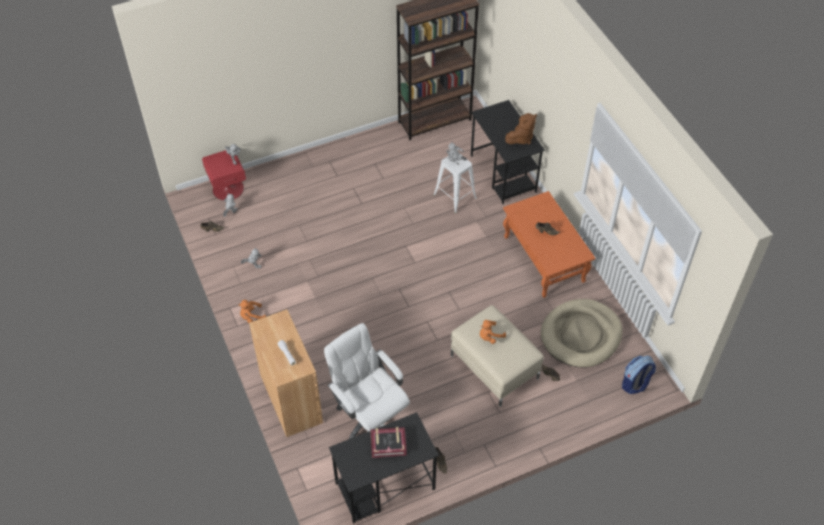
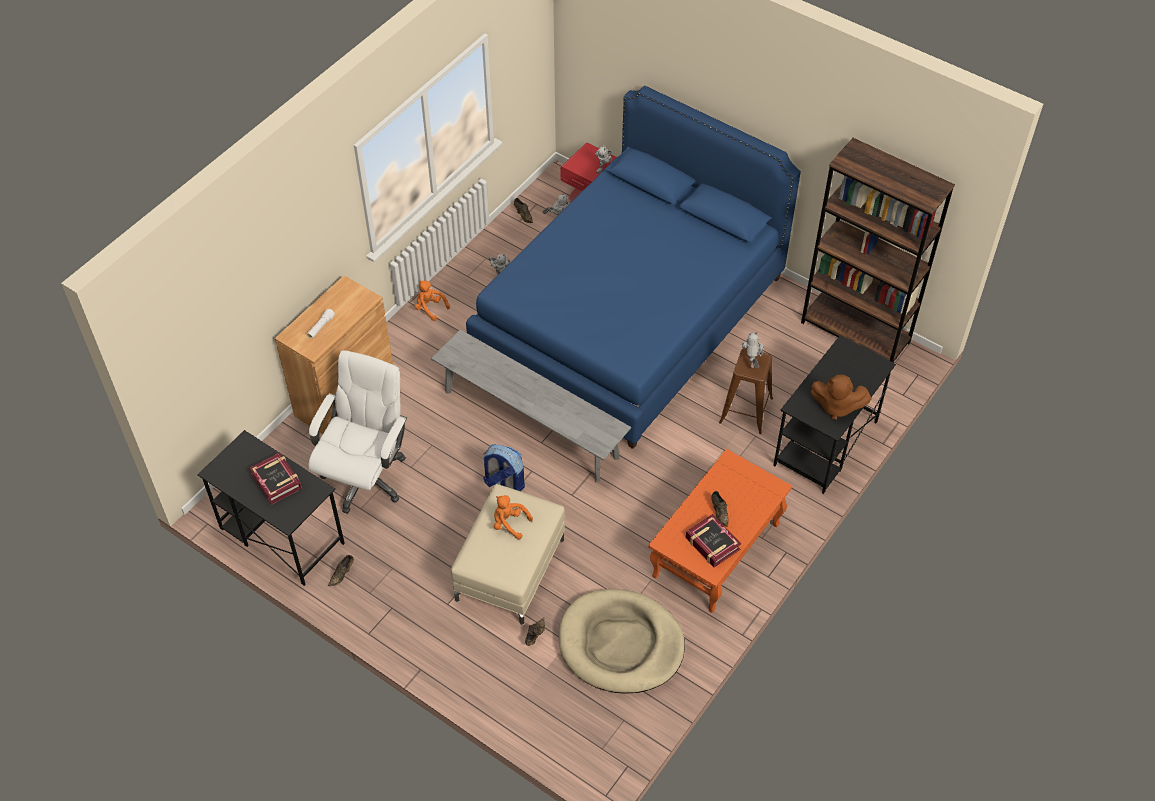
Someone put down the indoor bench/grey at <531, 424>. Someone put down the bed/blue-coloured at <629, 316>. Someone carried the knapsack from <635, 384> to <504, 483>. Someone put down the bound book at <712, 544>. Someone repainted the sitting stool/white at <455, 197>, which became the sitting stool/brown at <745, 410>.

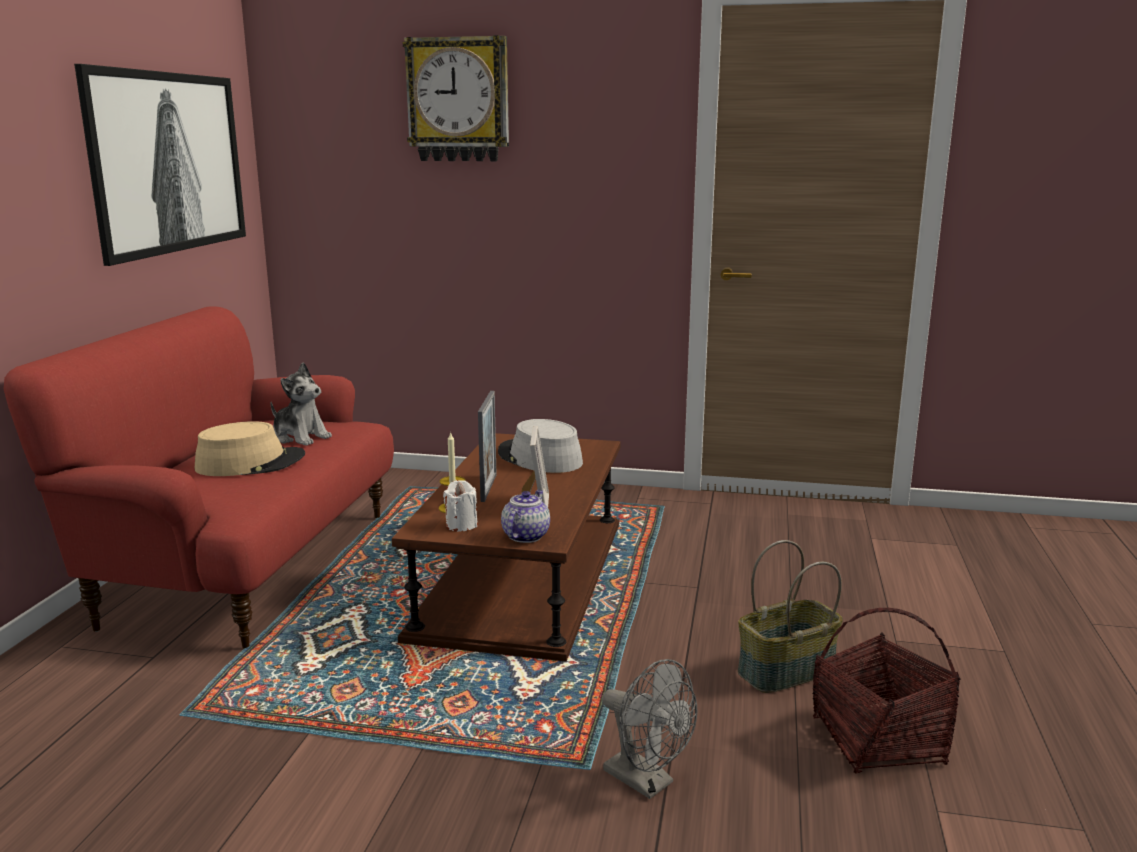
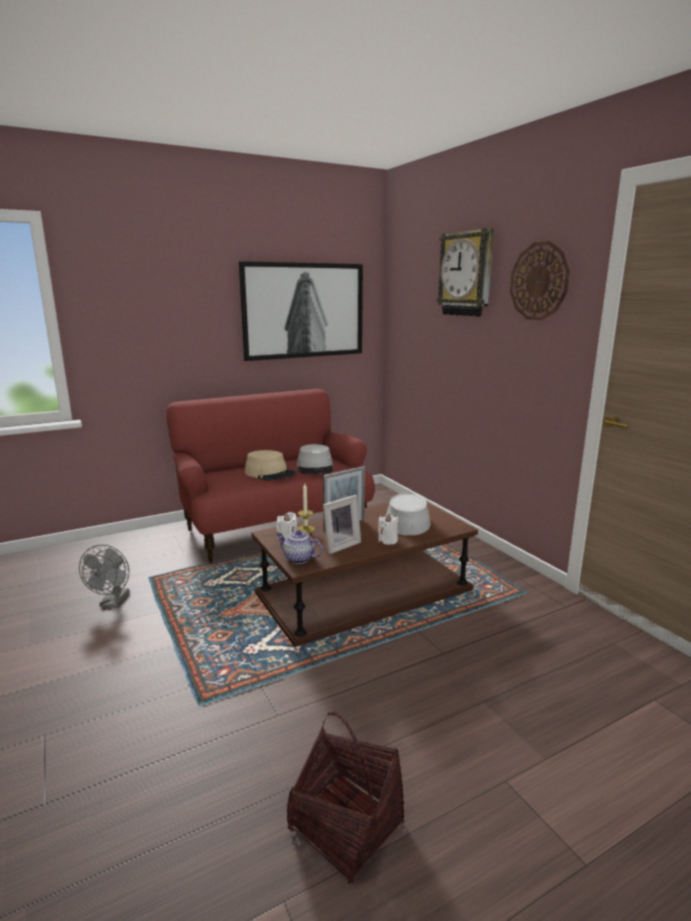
Someone carried the electric fan/grey from <647, 782> to <112, 602>. Someone rotated the tea pot at <525, 535> by 135 degrees counterclockwise. Someone swapped the cuddly toy at <300, 437> for the wearable hat/grey at <315, 468>. Someone put down the wax candle/white at <388, 540>. Someone put up the wall clock at <539, 281>. Someone took away the storage basket at <786, 672>.

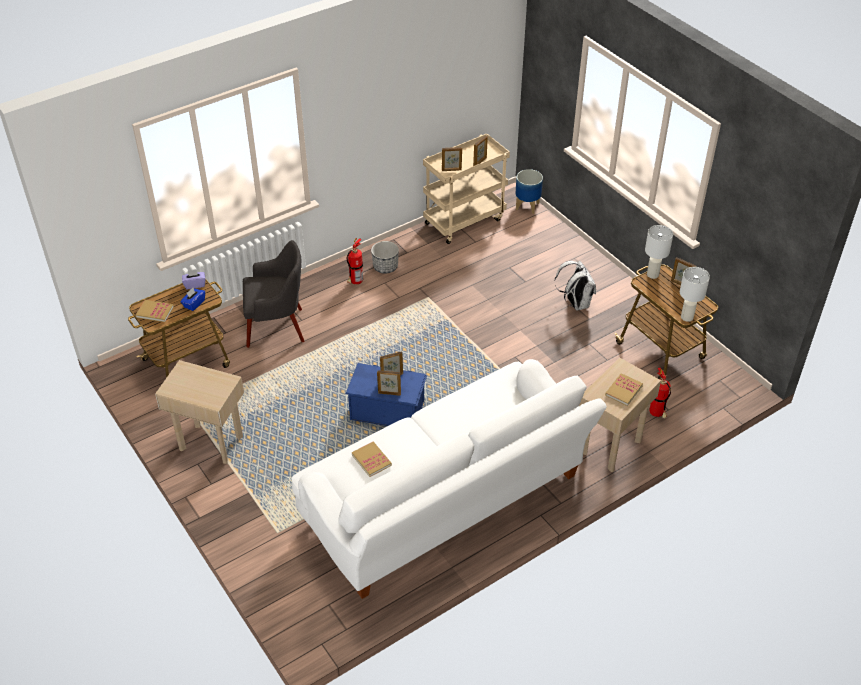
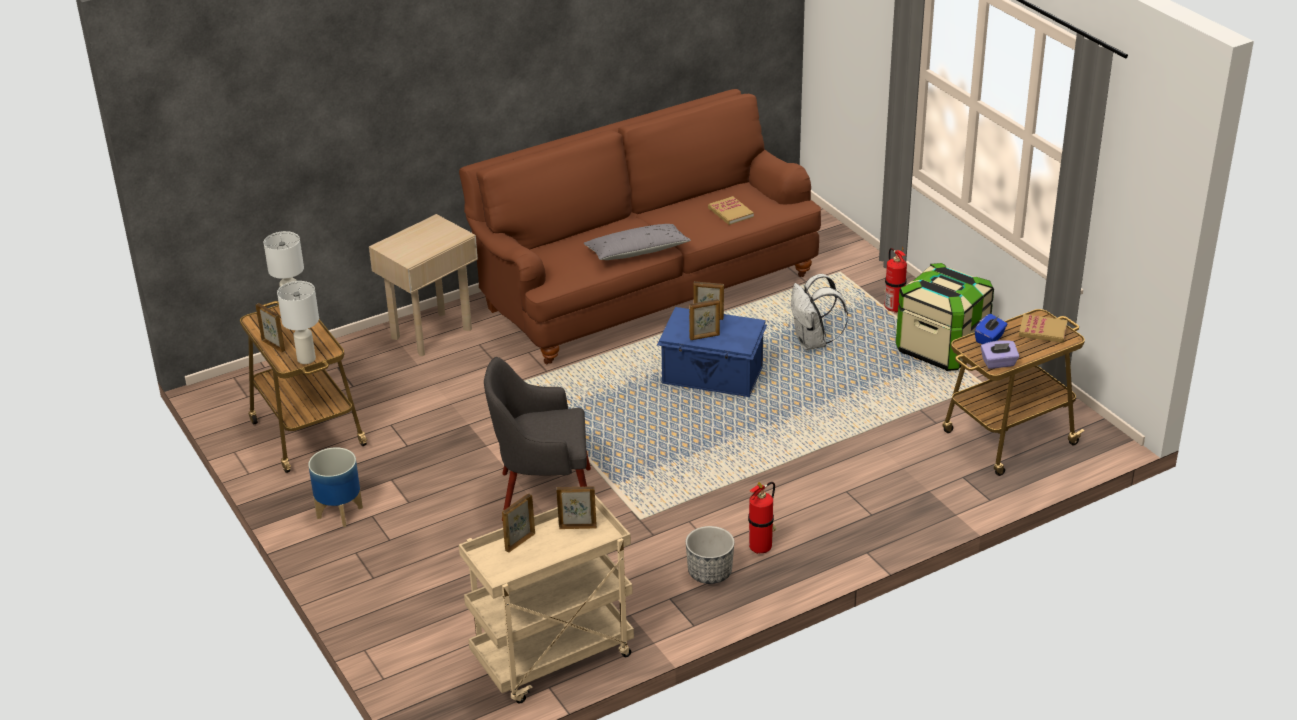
Someone carried the plant pot from <527, 206> to <339, 513>. Someone repainted the couch/white at <446, 503>, which became the couch/brown at <645, 289>. Someone carried the easy chair/grey from <276, 327> to <544, 494>. Someone put down the cushion/grey at <637, 252>. Someone carried the knapsack/white from <575, 303> to <813, 342>. Someone carried the extinguisher from <657, 414> to <892, 307>. Someone swapped the accent table/sand-coloured at <211, 443> for the storage container at <941, 348>. Someone took away the bound book at <623, 390>.

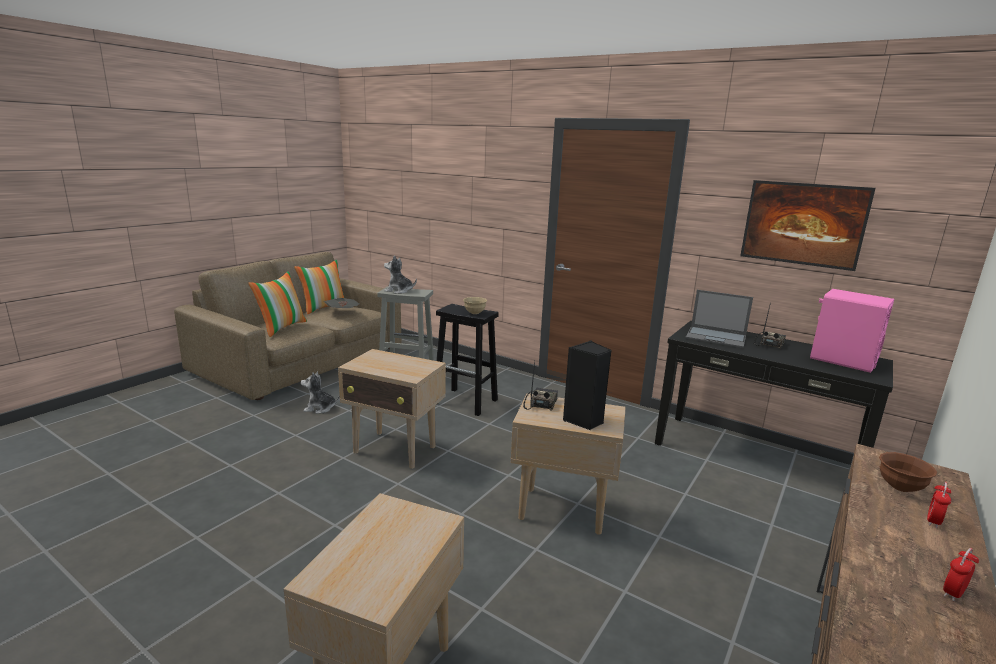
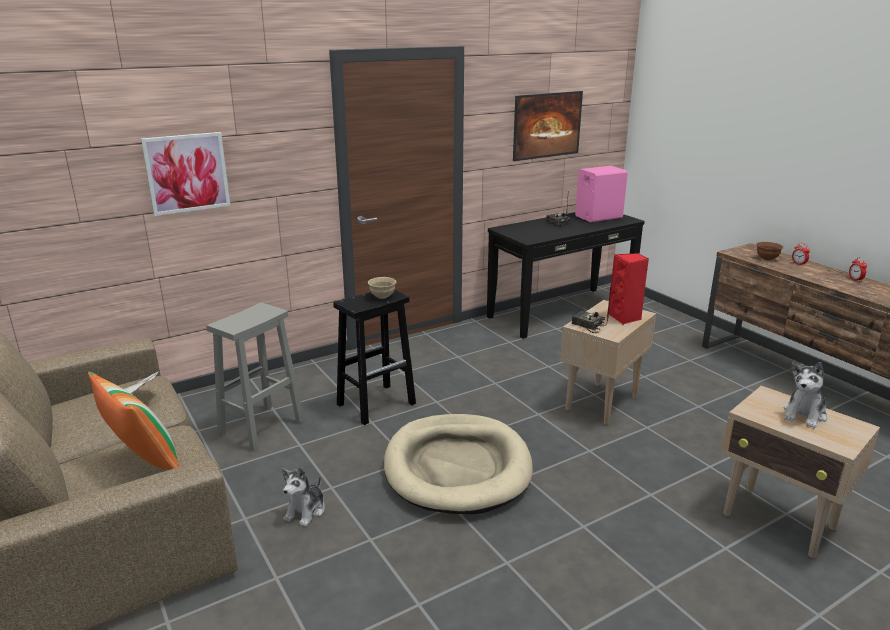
Someone put up the picture at <187, 173>. Someone swapped the accent table/sand-coloured at <395, 450> for the dog bed/sand-coloured at <457, 467>. Someone repainted the loudspeaker/black at <584, 421>, which became the loudspeaker/red at <625, 318>. Someone carried the cuddly toy from <399, 291> to <804, 415>. Someone took away the cushion at <324, 308>. Someone took away the notebook computer at <716, 337>.

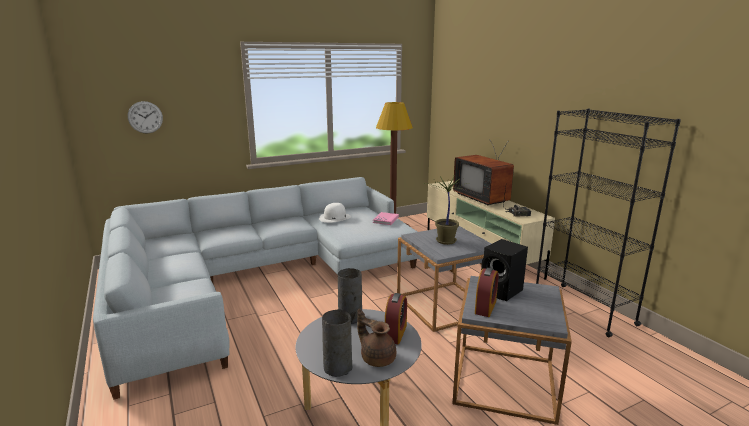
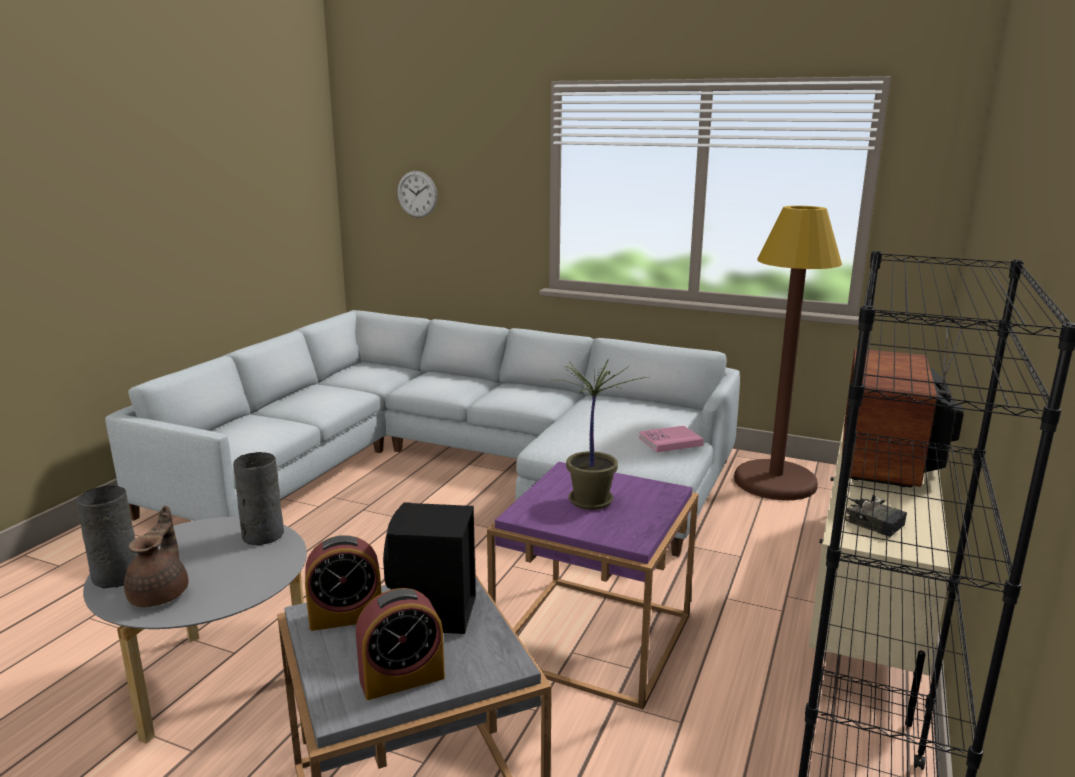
Someone carried the alarm clock from <395, 333> to <402, 678>. Someone repainted the accent table/grey at <445, 305>, which became the accent table/purple at <593, 637>. Someone took away the wearable hat/white at <334, 217>.

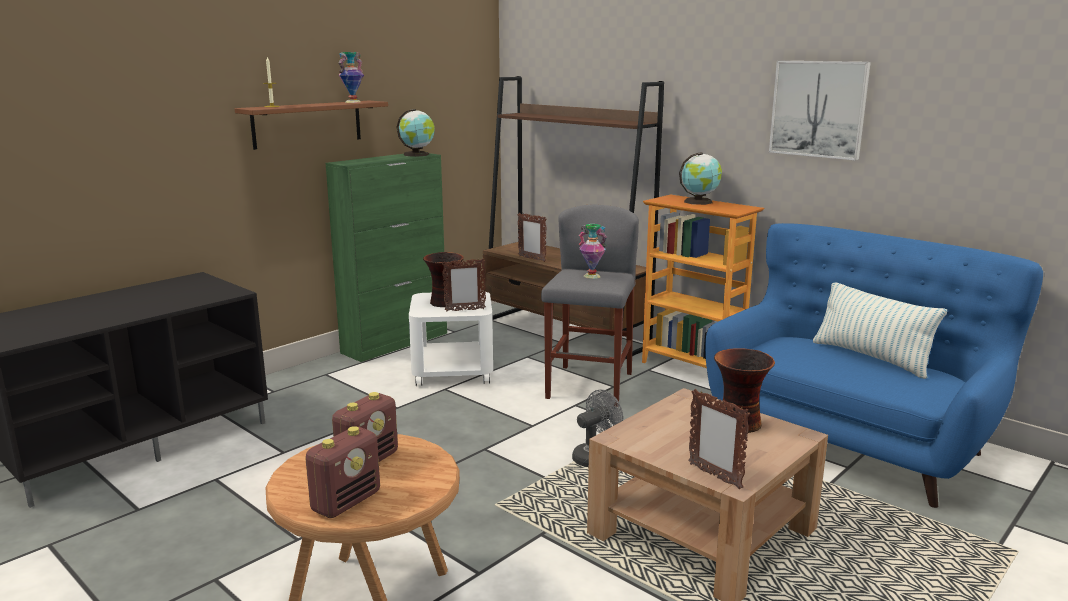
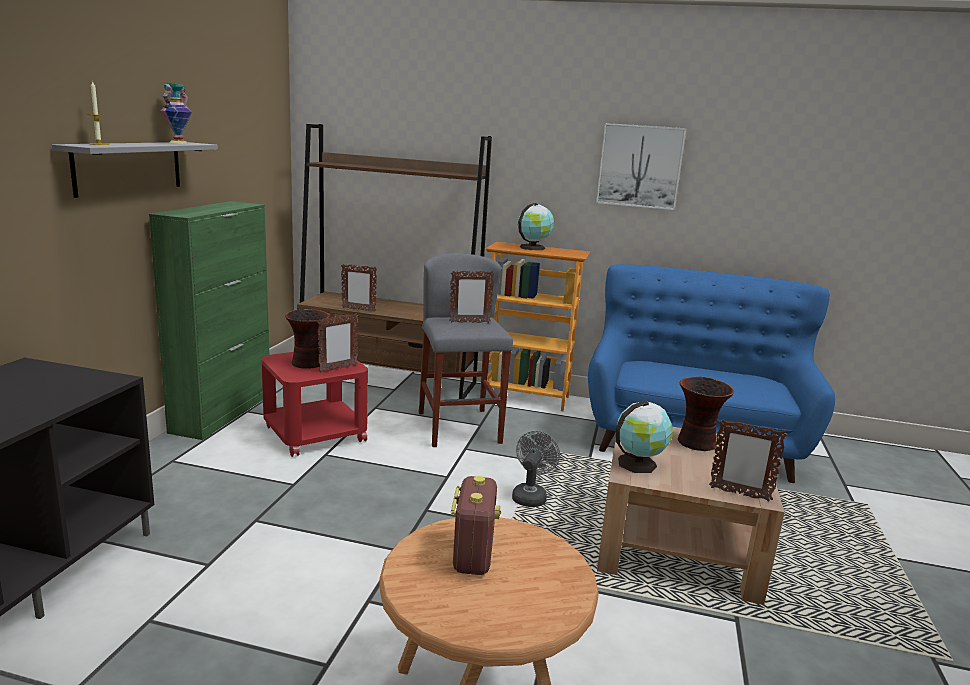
Someone repainted the bracket shelf/brown at <307, 124>, which became the bracket shelf/grey at <129, 167>. Someone repainted the accent table/white at <453, 370>, which became the accent table/red at <315, 433>. Someone swapped the decorative vase at <592, 276> for the photo frame at <469, 322>. Someone carried the desk globe from <417, 154> to <638, 463>. Someone took away the radio receiver at <346, 502>. Someone took away the cushion at <871, 358>.

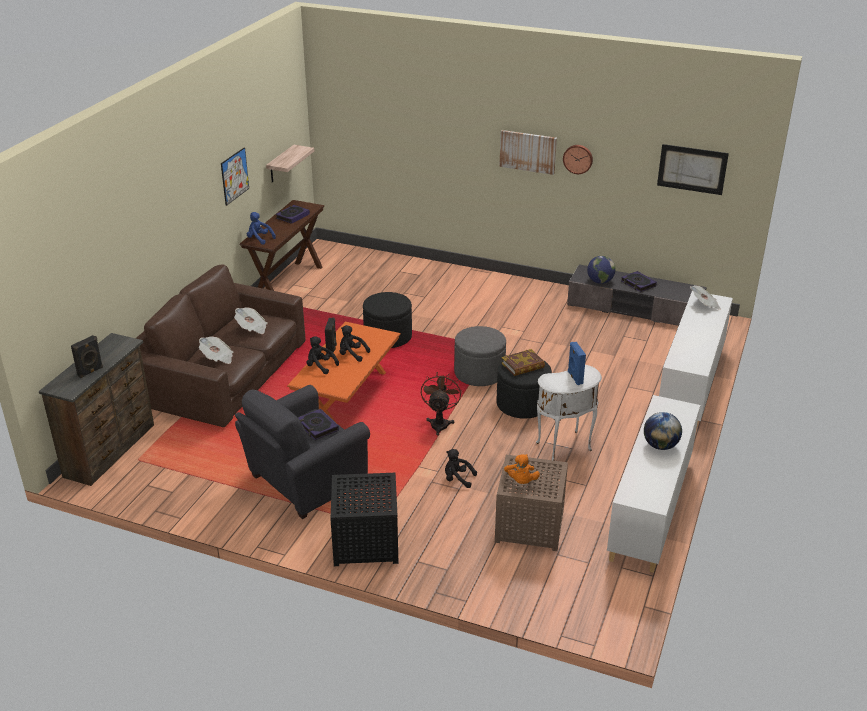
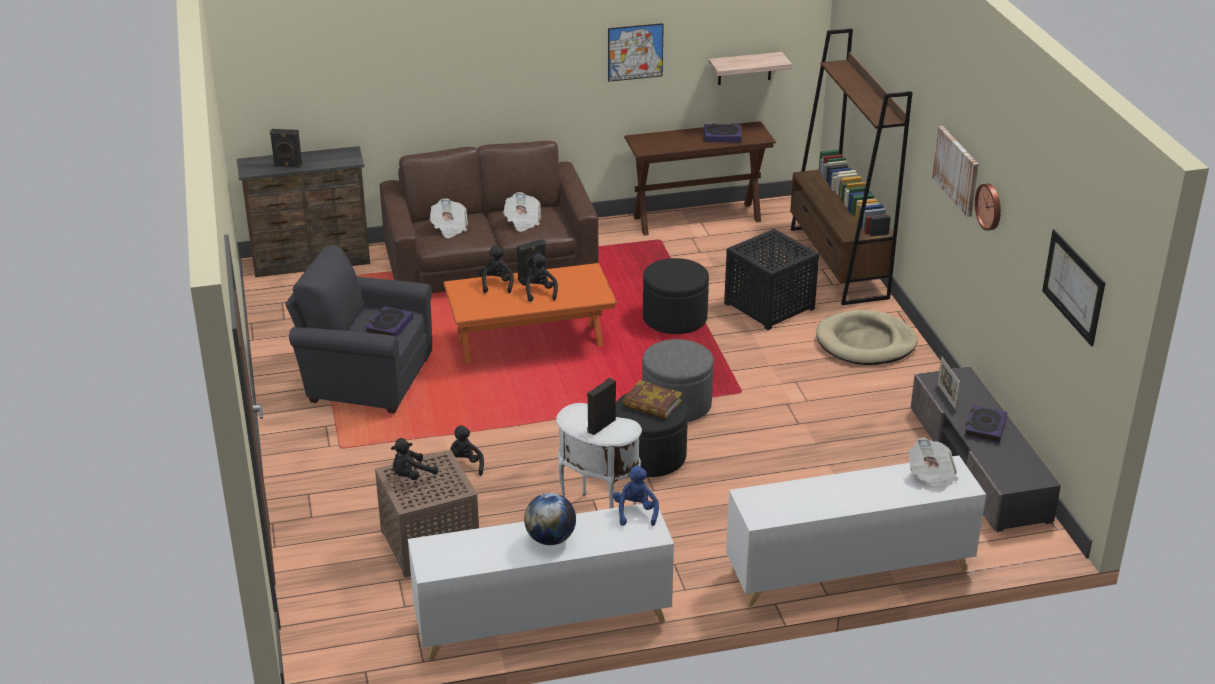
Someone repainted the cuddly toy/orange-coloured at <521, 481>, which became the cuddly toy/black at <411, 475>. Someone repainted the loudspeaker/blue-coloured at <574, 378>, which became the loudspeaker/black at <600, 425>. Someone carried the cuddly toy/blue-coloured from <259, 239> to <635, 512>. Someone carried the accent table/black from <364, 543> to <767, 306>. Someone put down the bookshelf/brown at <838, 263>. Someone put down the dog bed/sand-coloured at <865, 342>. Someone swapped the desk globe at <600, 282> for the photo frame at <946, 396>. Someone took away the electric fan/brown at <440, 423>.

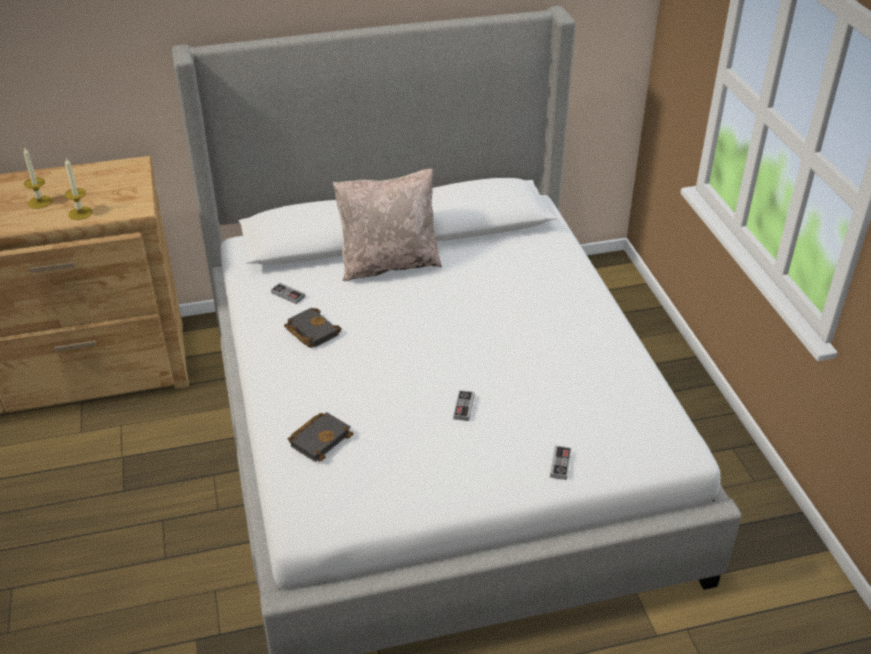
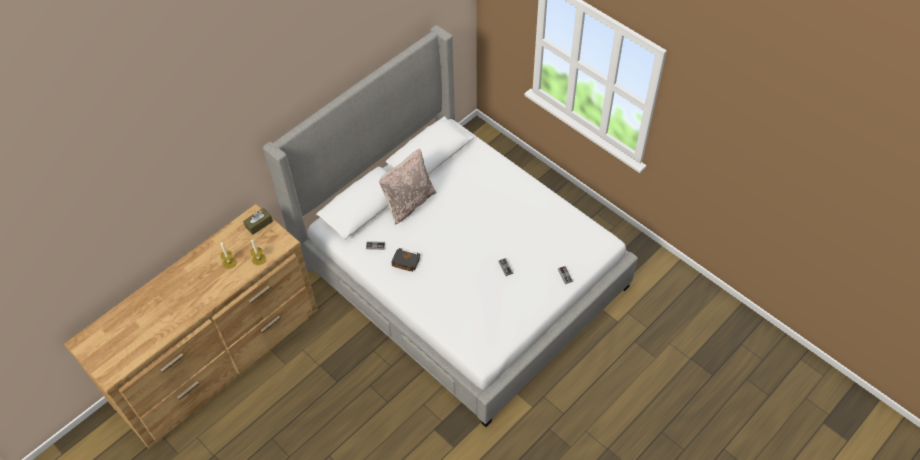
Someone put down the box of tissues/brown at <259, 224>. Someone took away the bound book/black at <320, 438>.

